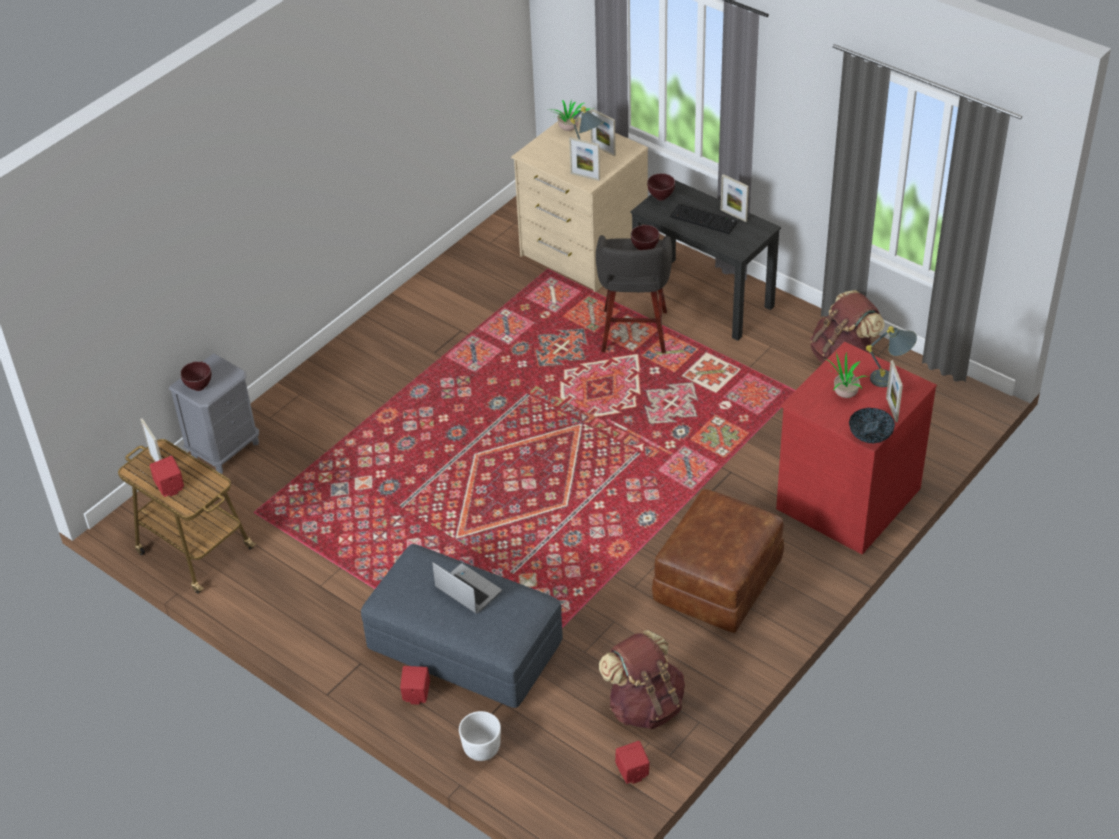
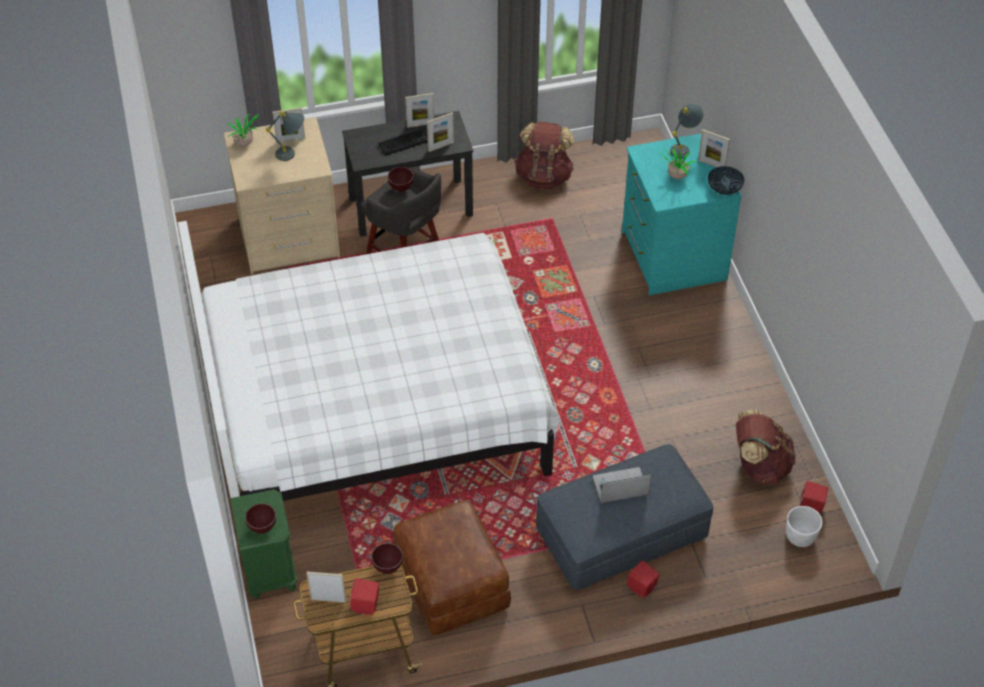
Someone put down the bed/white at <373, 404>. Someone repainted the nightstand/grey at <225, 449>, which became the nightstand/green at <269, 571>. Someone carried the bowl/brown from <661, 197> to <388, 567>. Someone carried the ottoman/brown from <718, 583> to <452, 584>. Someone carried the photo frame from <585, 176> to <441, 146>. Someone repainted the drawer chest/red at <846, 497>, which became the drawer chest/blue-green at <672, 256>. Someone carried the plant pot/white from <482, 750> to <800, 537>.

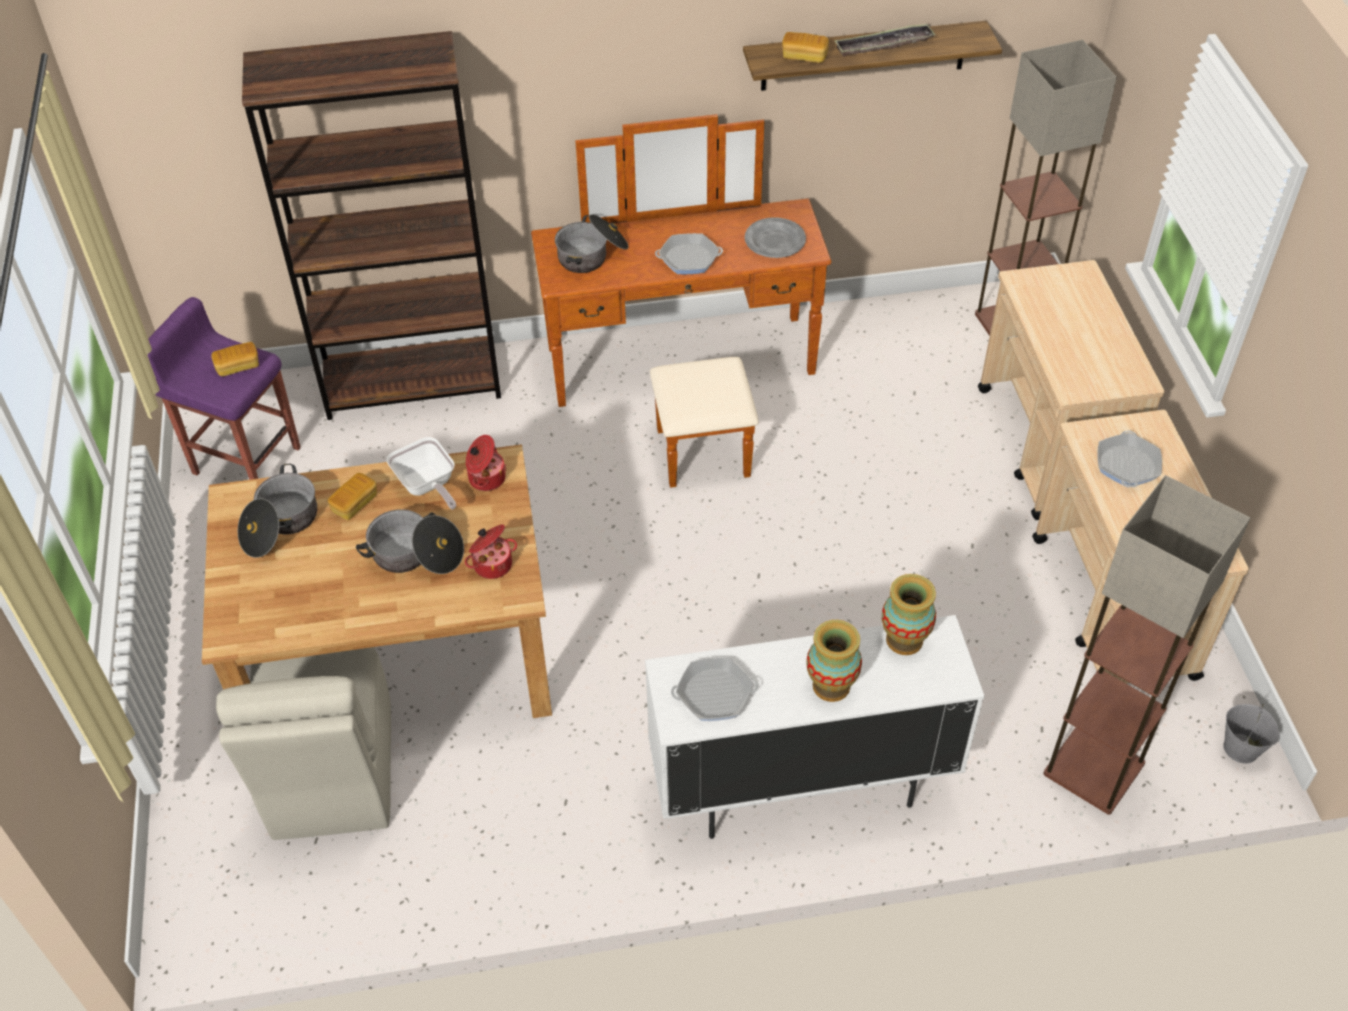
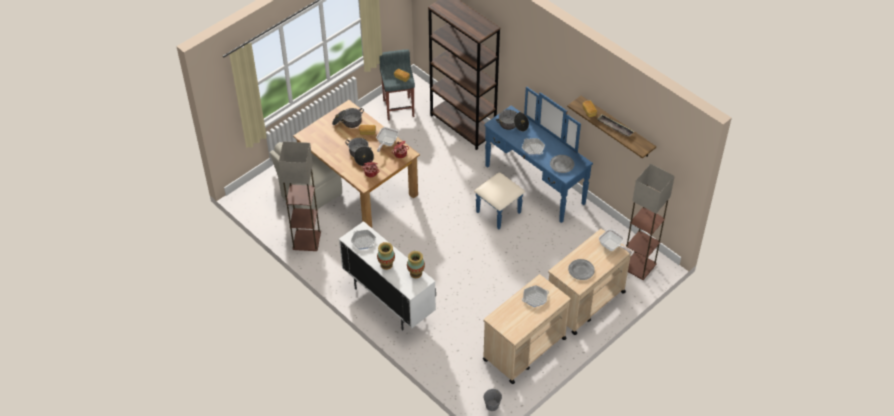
Someone carried the standing lamp from <1092, 769> to <306, 240>. Someone repainted the sitting stool/purple at <245, 459>, which became the sitting stool/grey at <398, 107>. Someone repainted the drawer chest/brown at <687, 381>, which became the drawer chest/blue-coloured at <526, 191>. Someone put down the flat dish/grey at <581, 271>. Someone put down the skillet at <612, 247>.

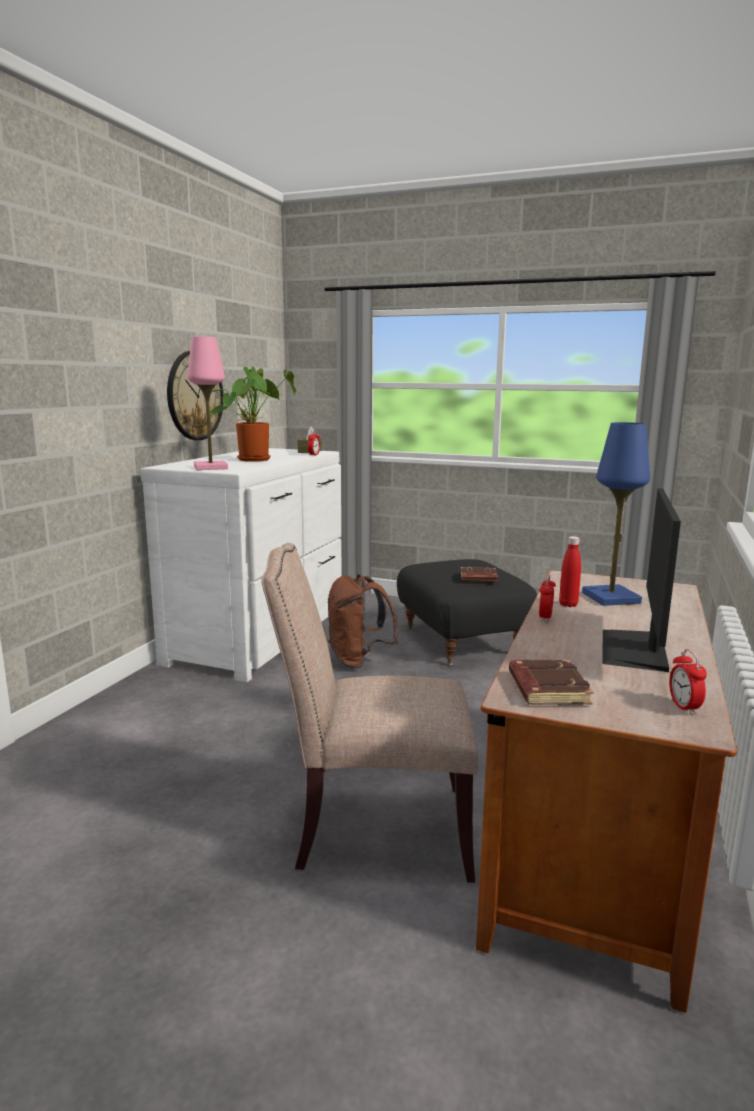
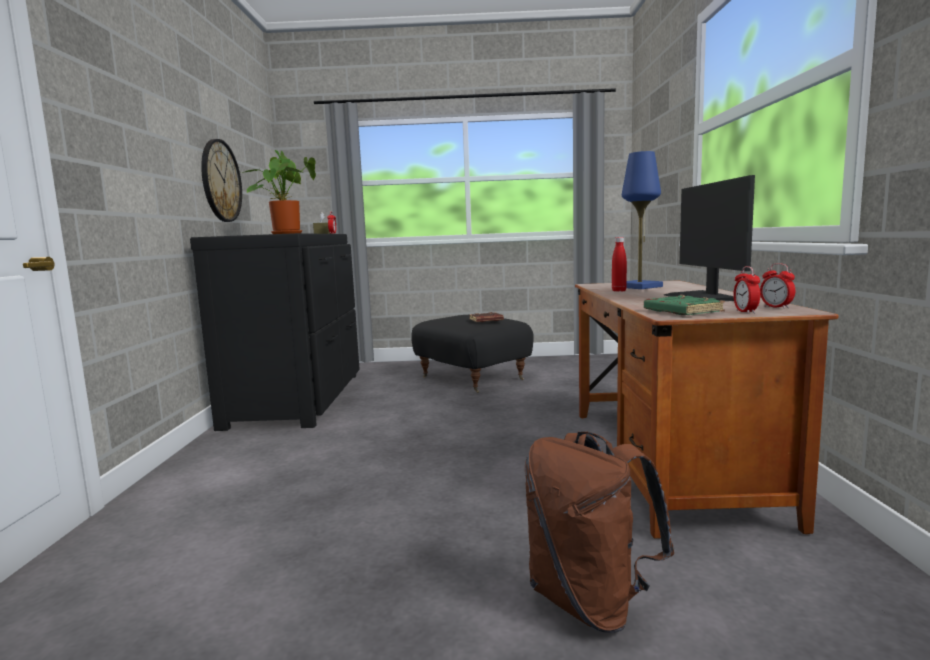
Someone repainted the drawer chest/white at <261, 636>, which became the drawer chest/black at <300, 399>. Someone carried the knapsack/brown from <358, 660> to <591, 602>. Someone repainted the bound book/brown at <546, 688>, which became the bound book/green at <681, 311>. Someone carried the alarm clock from <545, 617> to <745, 312>. Someone took away the tabletop lamp/pink-coloured at <210, 468>. Someone took away the plain chair/sand-coloured at <374, 829>.

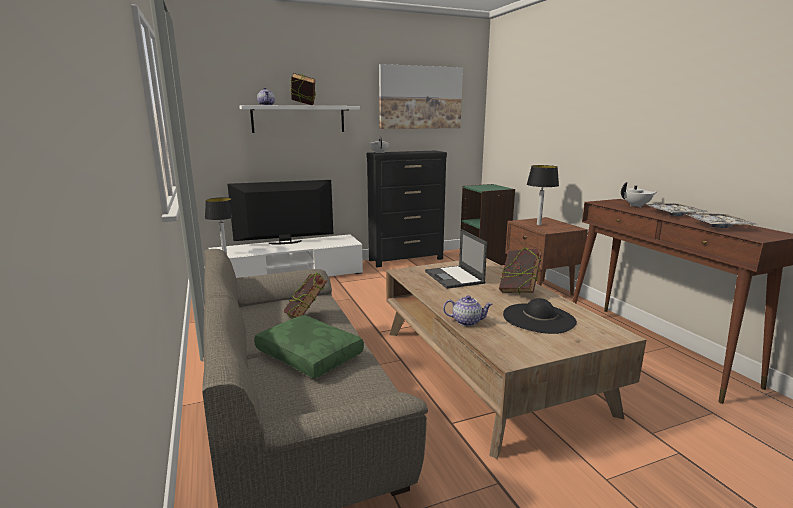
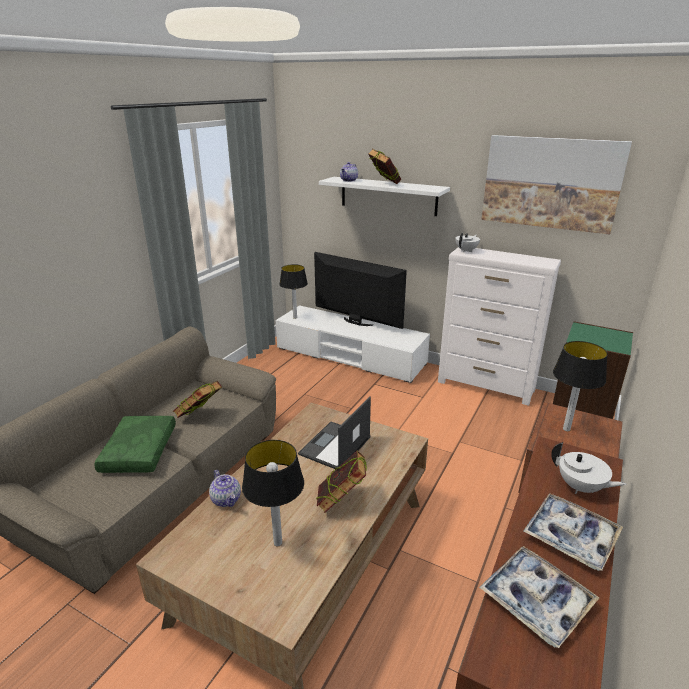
Someone swapped the wearable hat/black at <538, 318> for the tabletop lamp at <277, 542>. Someone repainted the drawer chest/black at <406, 259>, which became the drawer chest/white at <486, 386>.

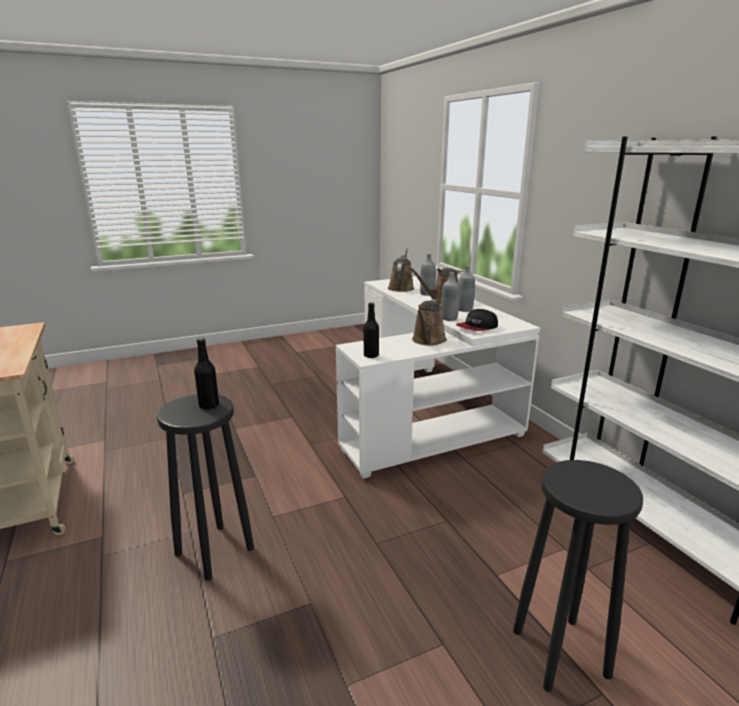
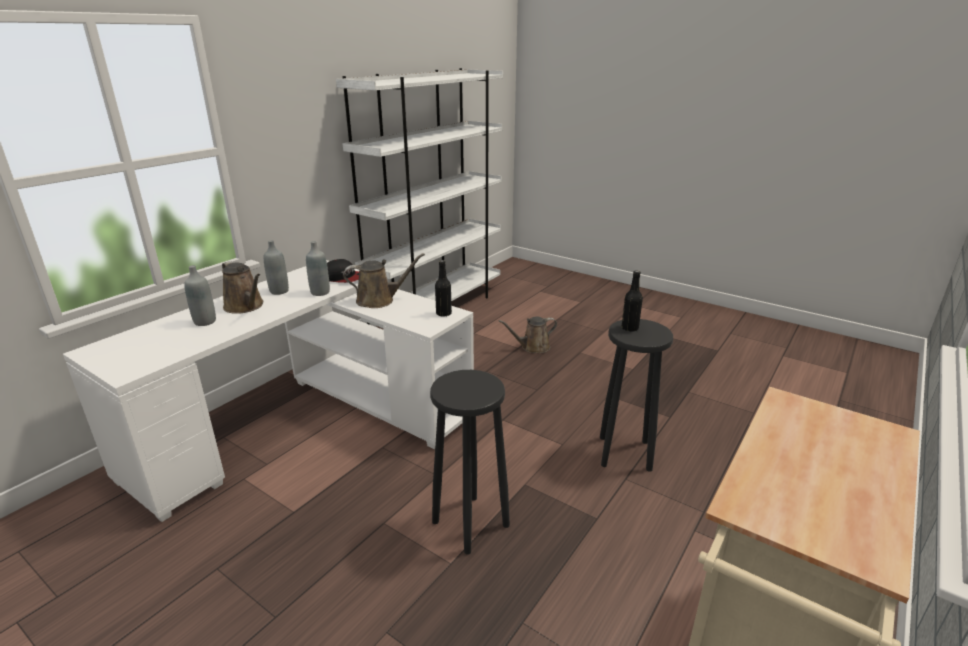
Someone carried the sitting stool/black from <559, 651> to <469, 524>. Someone carried the watering pot/brown from <401, 288> to <532, 347>.

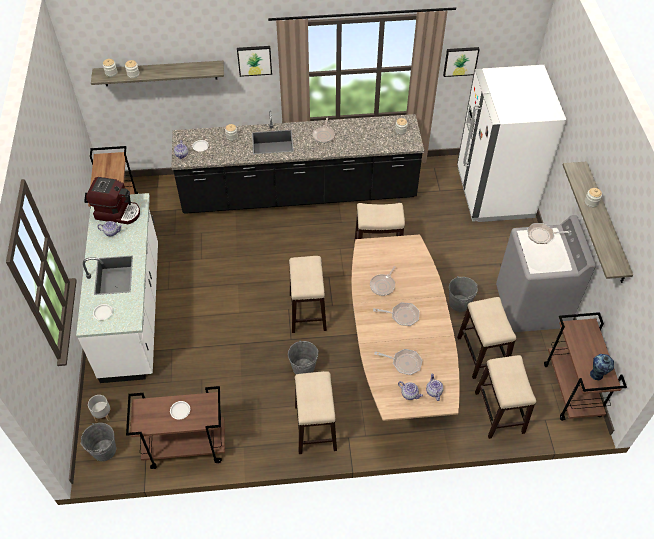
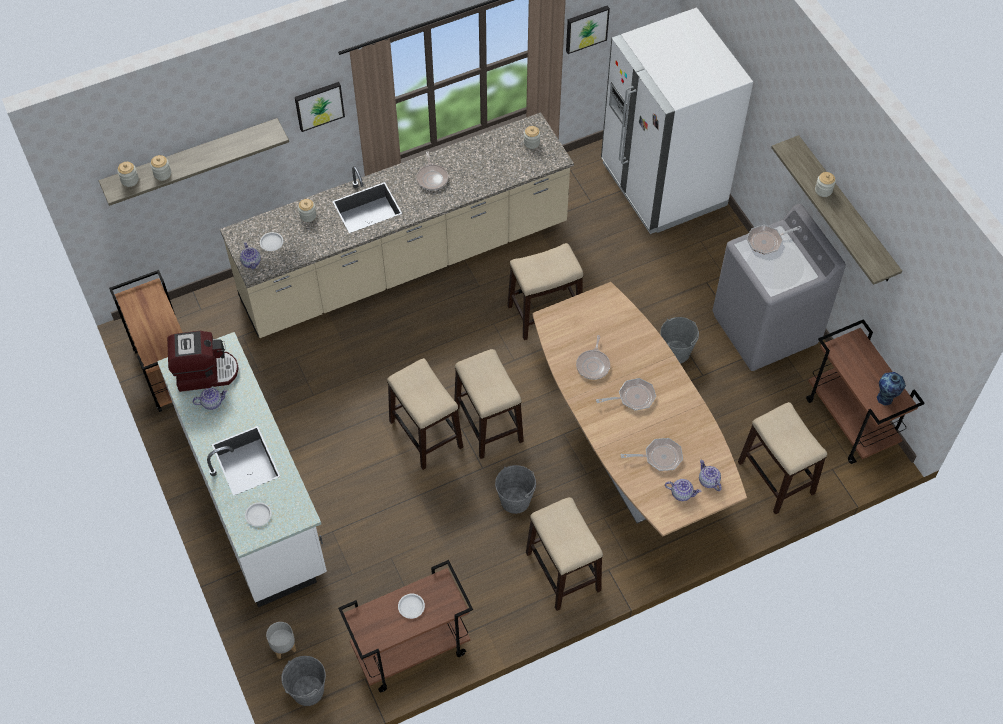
Someone repainted the kitchen base unit/black at <299, 195>, which became the kitchen base unit/sand-coloured at <405, 263>. Someone carried the sitting stool from <481, 355> to <426, 434>.

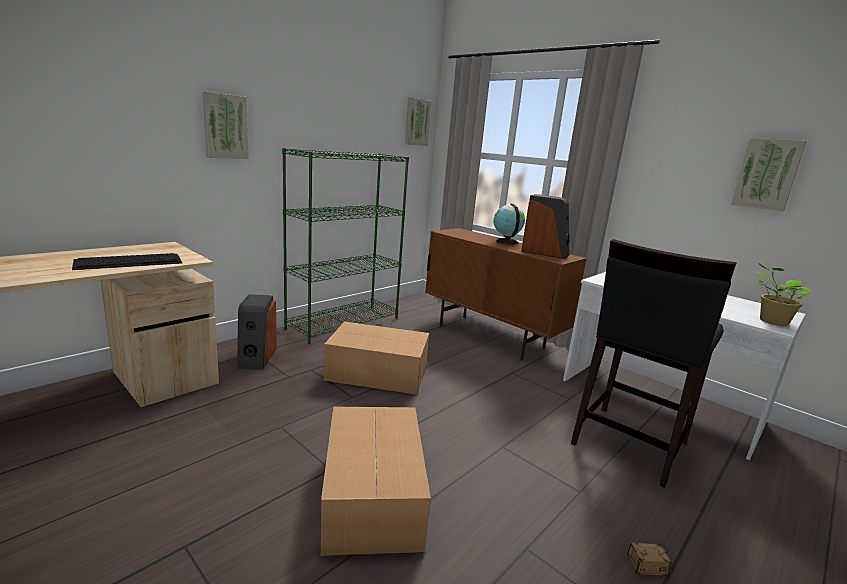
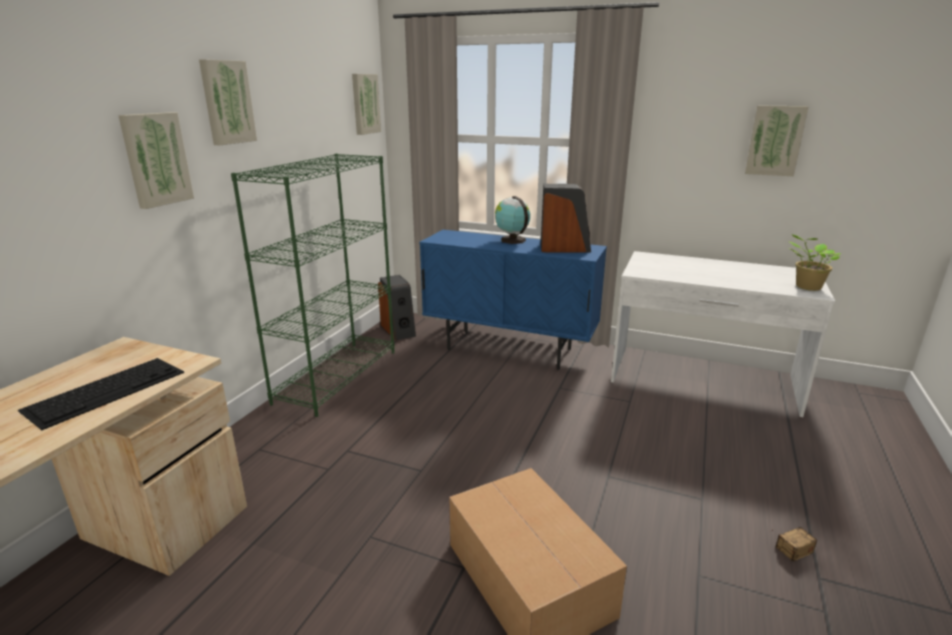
Someone put up the picture at <226, 102>. Someone carried the loudspeaker from <256, 357> to <399, 330>. Someone repainted the cupboard/brown at <490, 337>, which became the cupboard/blue-coloured at <509, 349>. Someone took away the cardboard box at <376, 372>. Someone took away the sitting stool/black at <628, 443>.

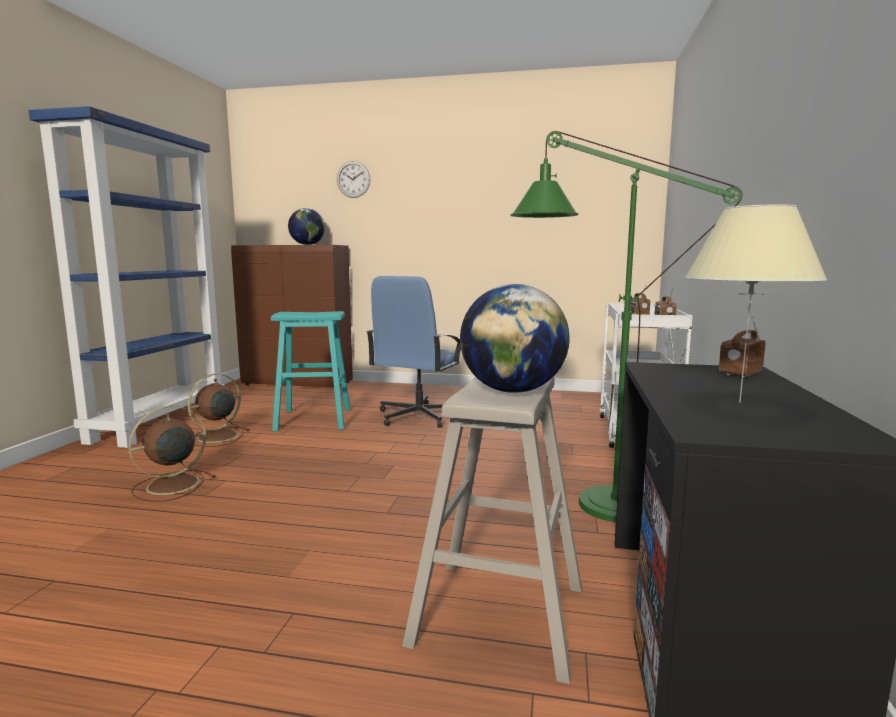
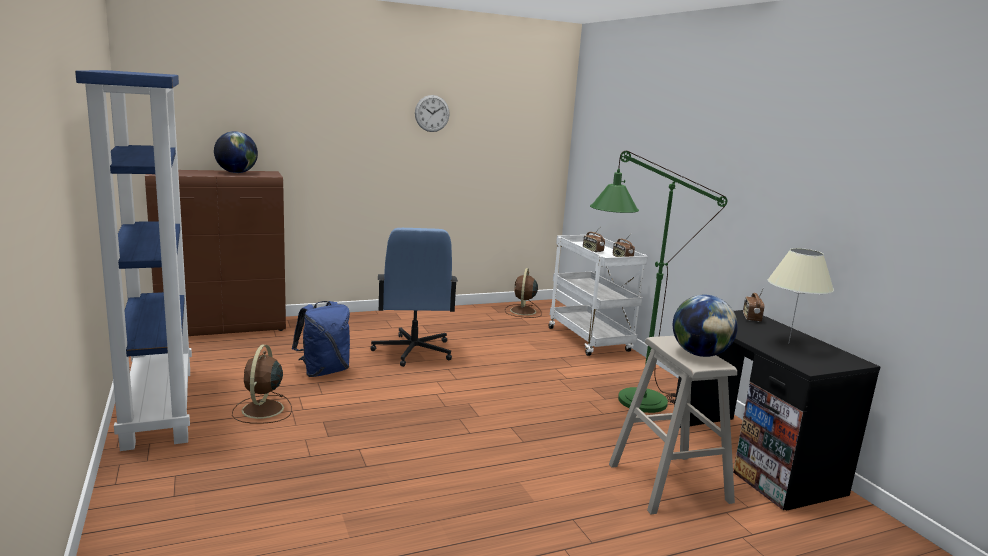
Someone swapped the sitting stool/blue-green at <314, 419> for the knapsack/blue-coloured at <324, 371>. Someone carried the wall clock from <353, 179> to <432, 113>. Someone carried the electric fan/brown from <170, 485> to <523, 311>.

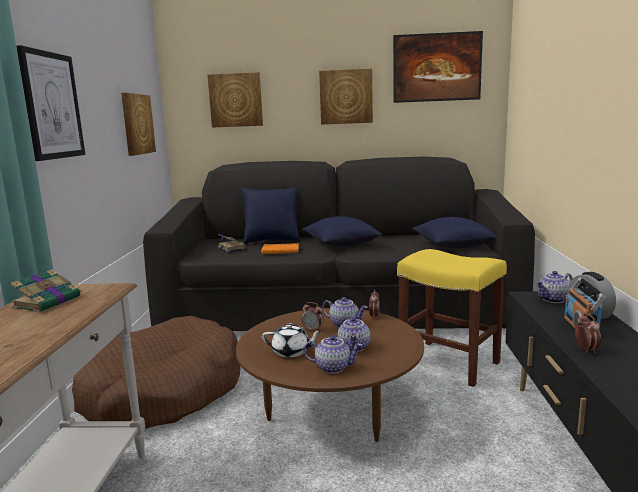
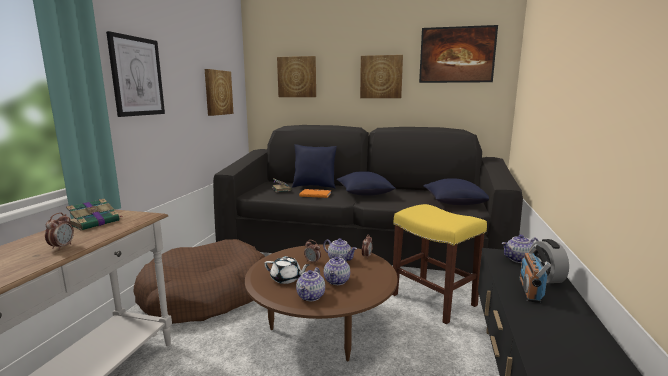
Someone carried the alarm clock from <585, 350> to <62, 247>. Someone rotated the tea pot at <333, 367> by 90 degrees clockwise.

